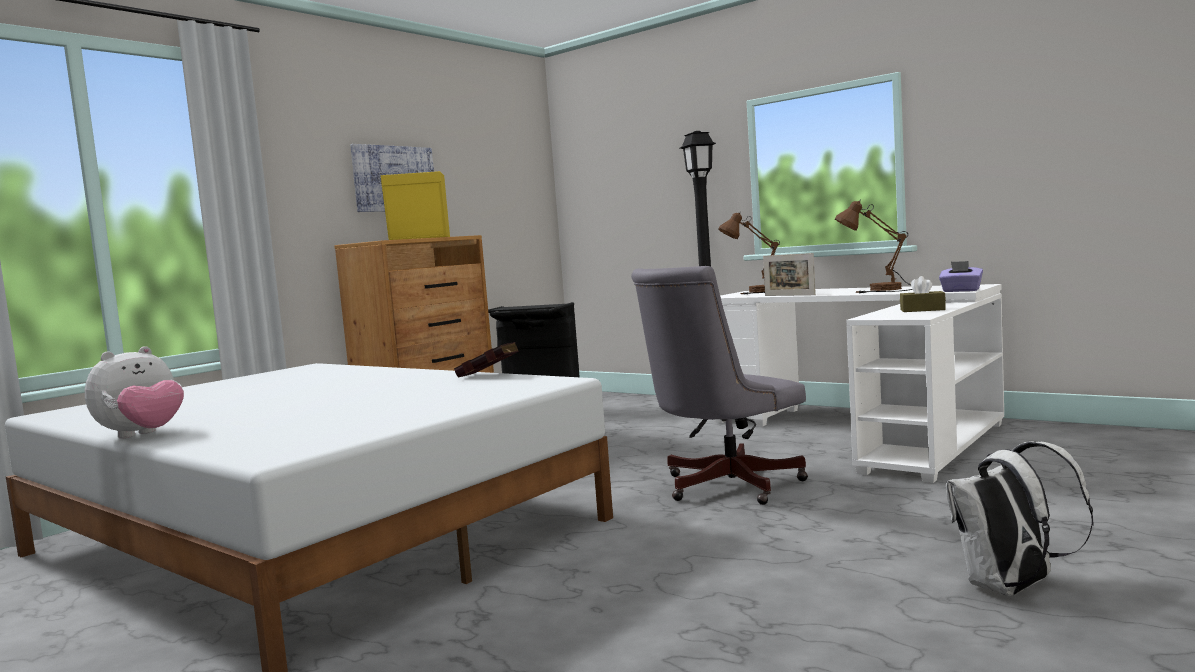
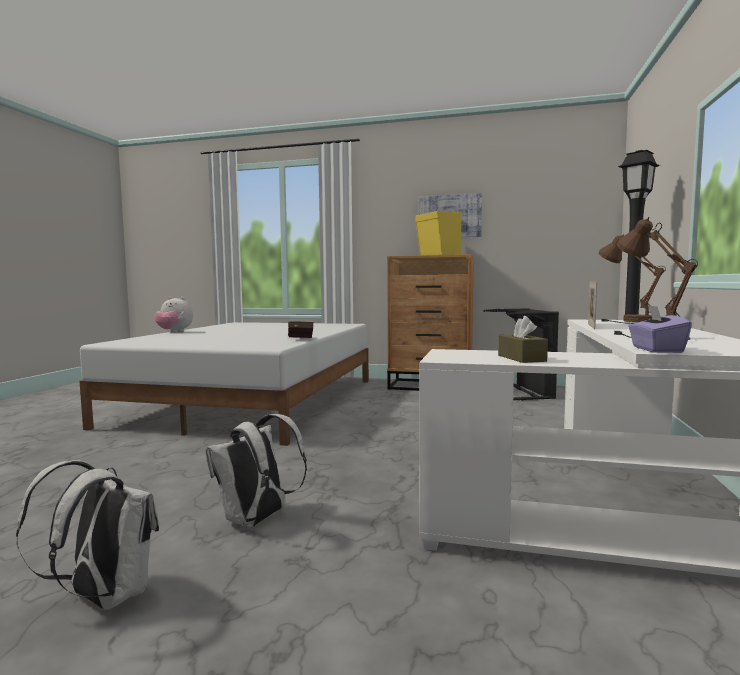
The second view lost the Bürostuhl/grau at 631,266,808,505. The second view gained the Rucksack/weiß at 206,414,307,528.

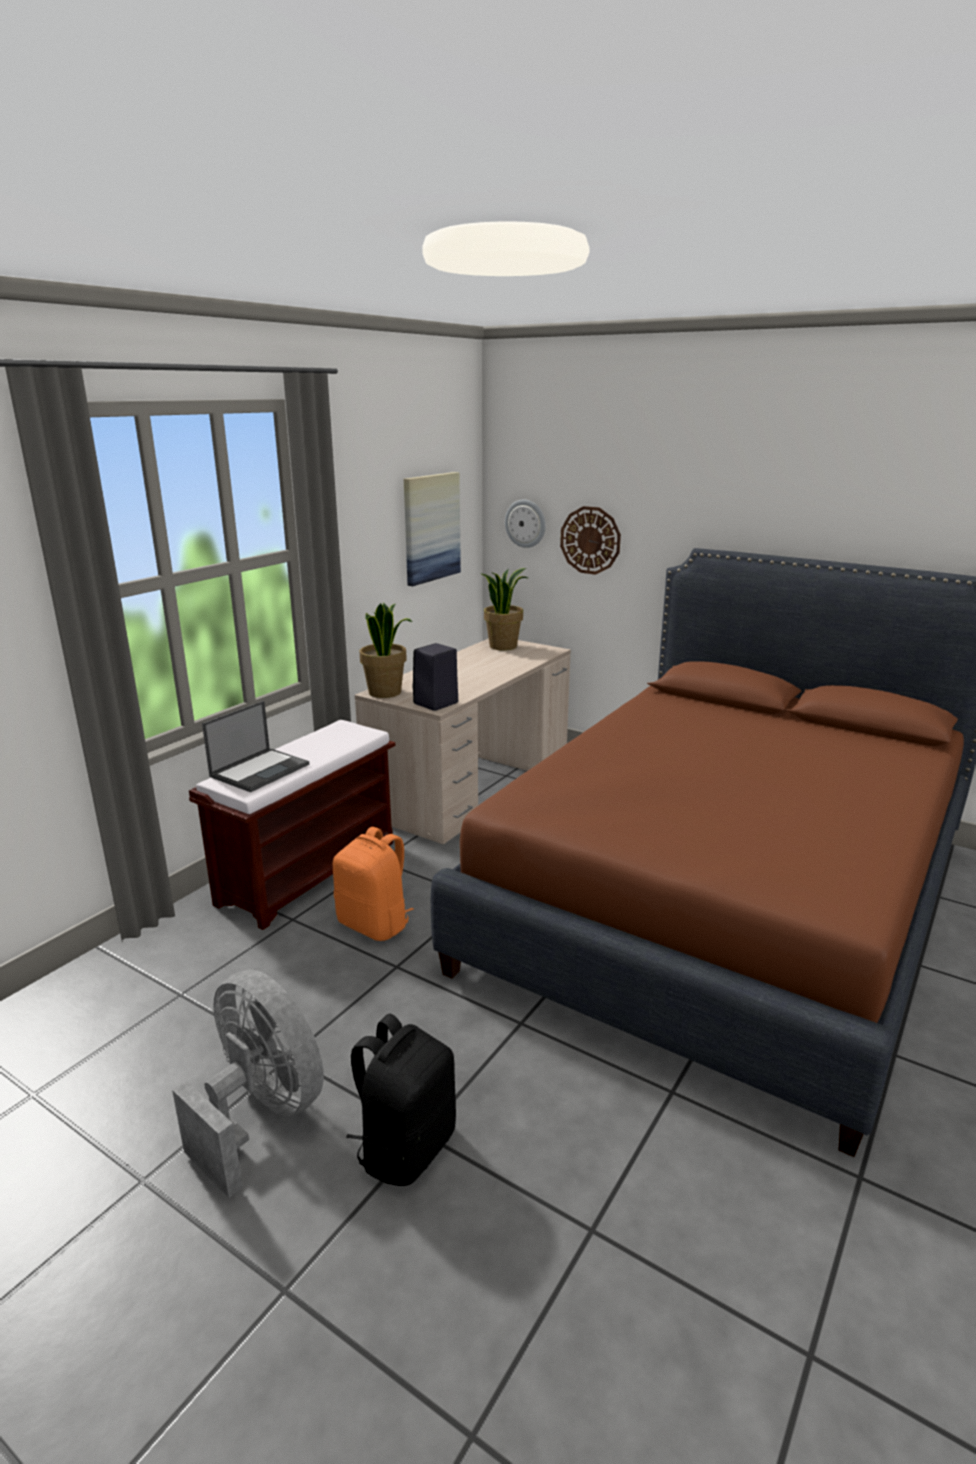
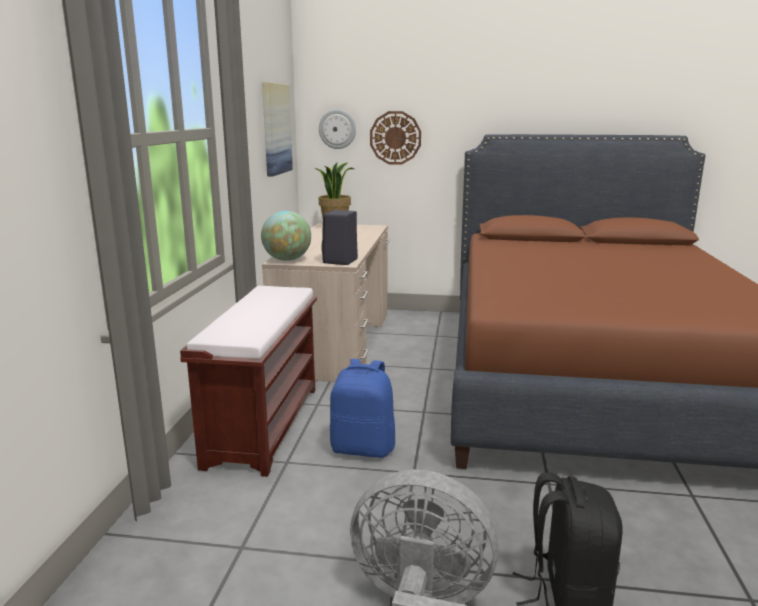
The second view lost the Laptop at 202,701,309,792. Where the Topfpflanze stood at 360,603,412,698, the Globus came to stand at 261,211,311,261. What was the Rucksack/orange at 333,827,414,941 turned into the Rucksack/blau at 330,359,395,458.

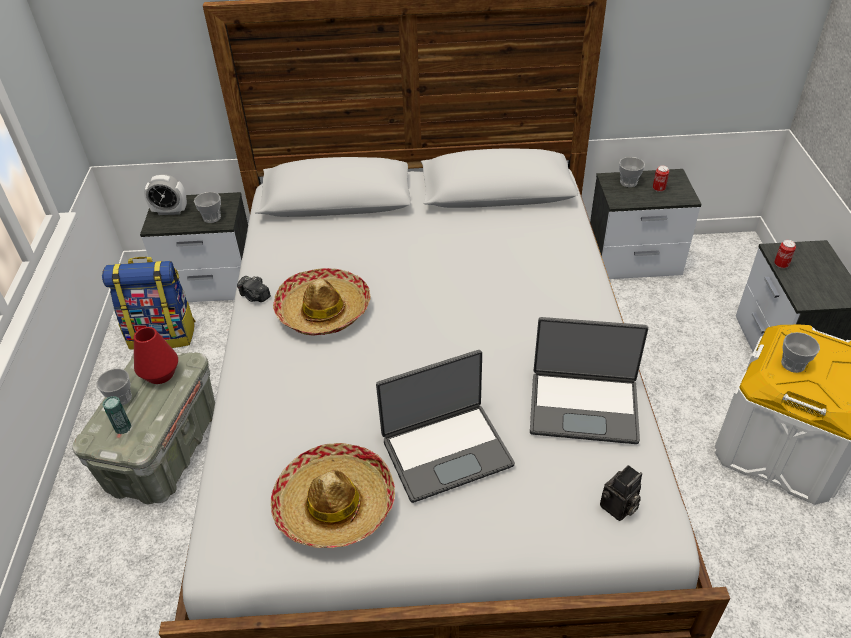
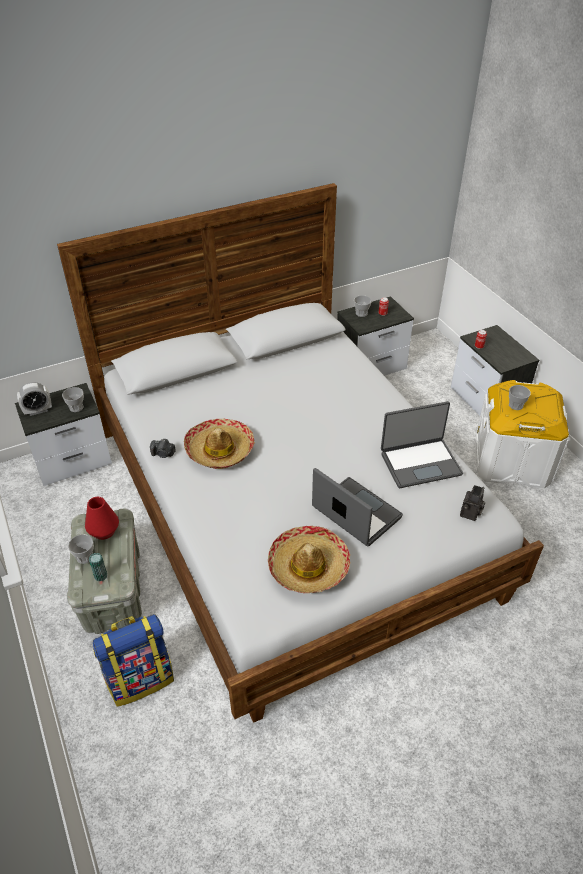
The Rucksack ended up elsewhere, having gone from 102,257,195,350 to 93,614,174,707. The Laptop at 376,350,515,503 ended up facing another way, 90 degrees counterclockwise from before.

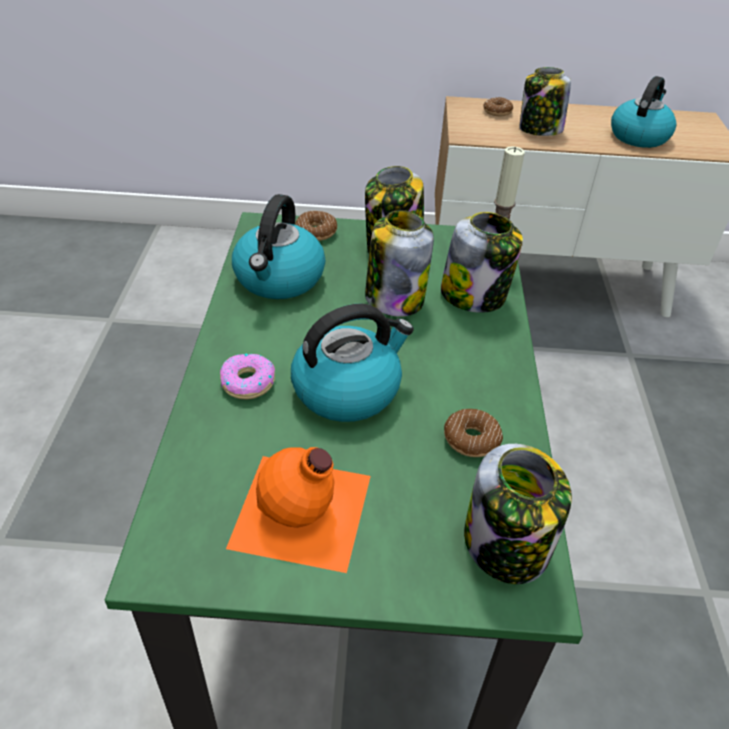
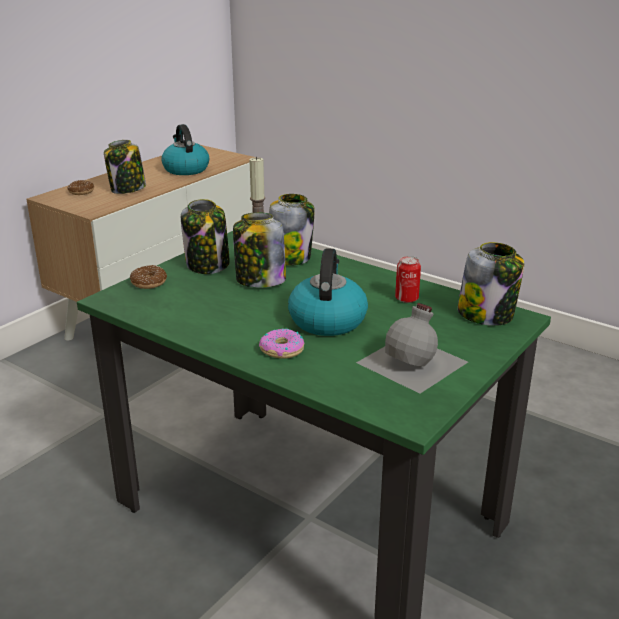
The second view lost the Wasserkessel at 232,194,325,299. Where the Donut stood at 444,409,503,457, the Dose came to stand at 395,256,421,303. What was the Flasche/orange at 226,447,371,573 turned into the Flasche/grau at 356,303,468,394.

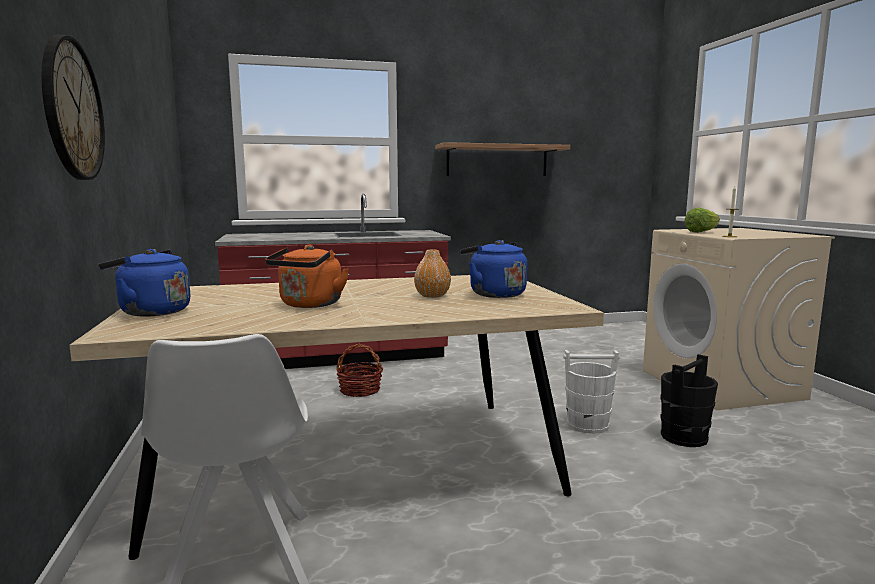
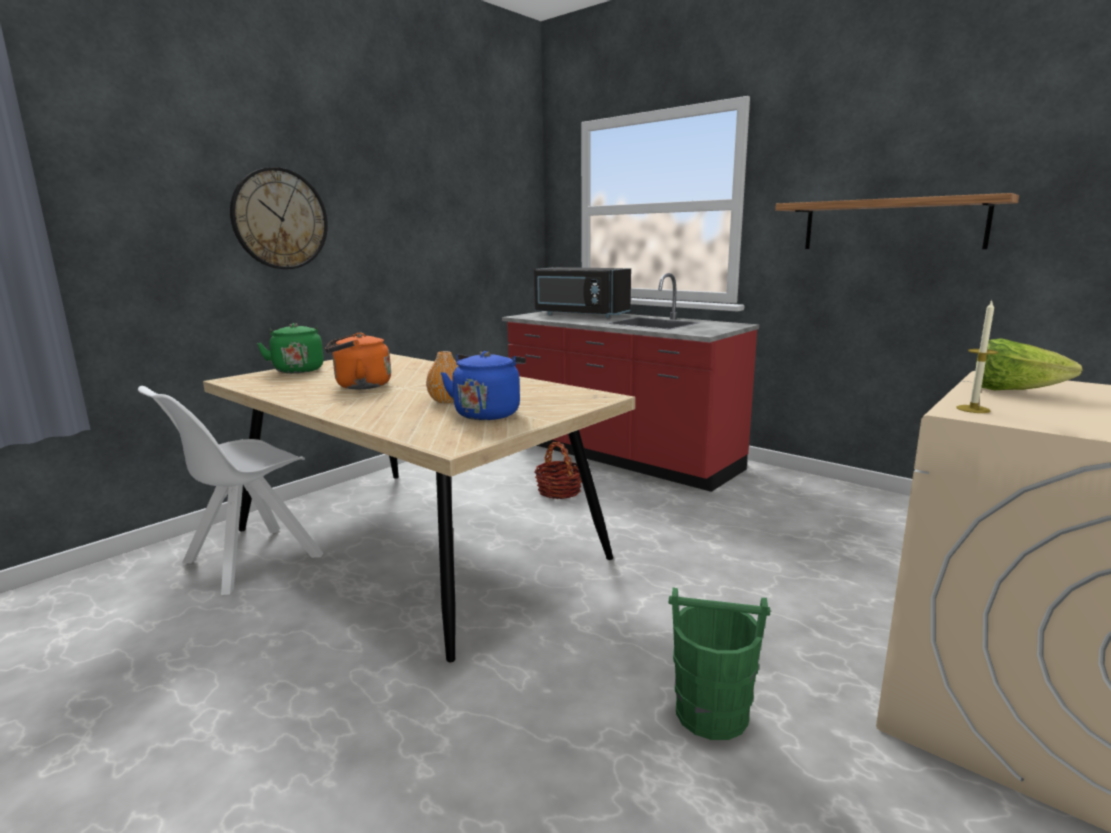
The second view lost the Eimer/weiß at 563,350,620,434. The second view gained the Mikrowelle/schwarz at 534,267,631,318. What was the Wasserkessel/blau at 98,249,191,317 turned into the Wasserkessel/grün at 257,323,324,373. What was the Eimer/schwarz at 660,354,718,447 turned into the Eimer/grün at 669,587,770,740.

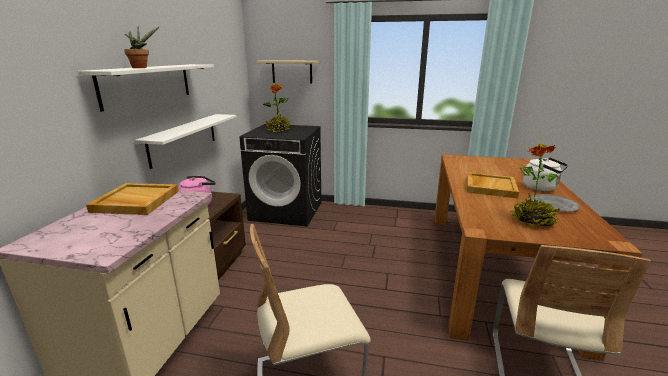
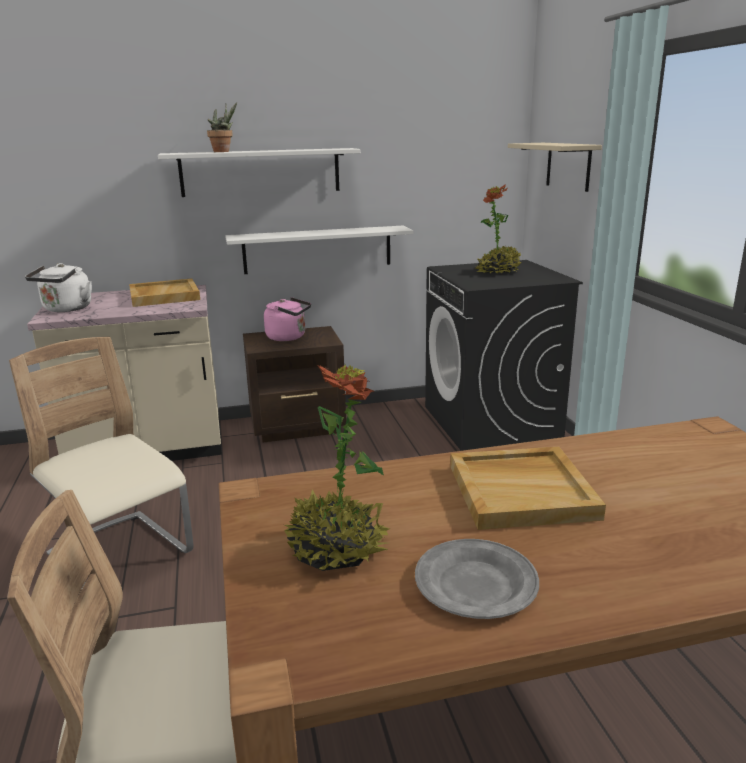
The Wasserkessel/weiß ended up elsewhere, having gone from 523,157,568,191 to 25,263,92,312.

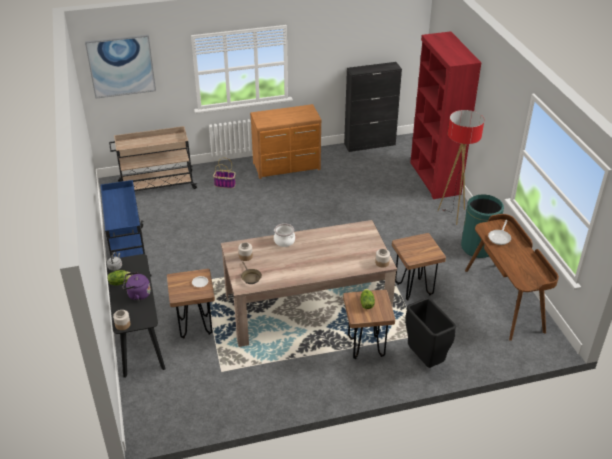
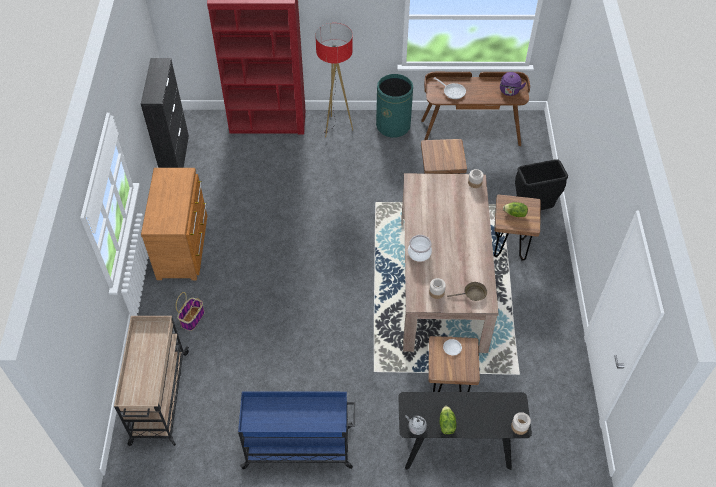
The second view lost the Bild at 85,35,156,99. The Wasserkessel/lila ended up elsewhere, having gone from 123,272,151,301 to 500,72,526,96.

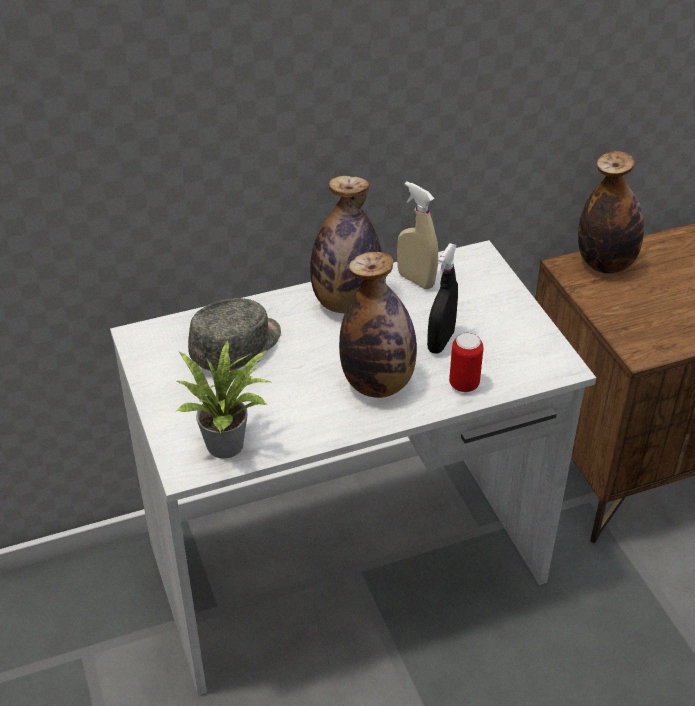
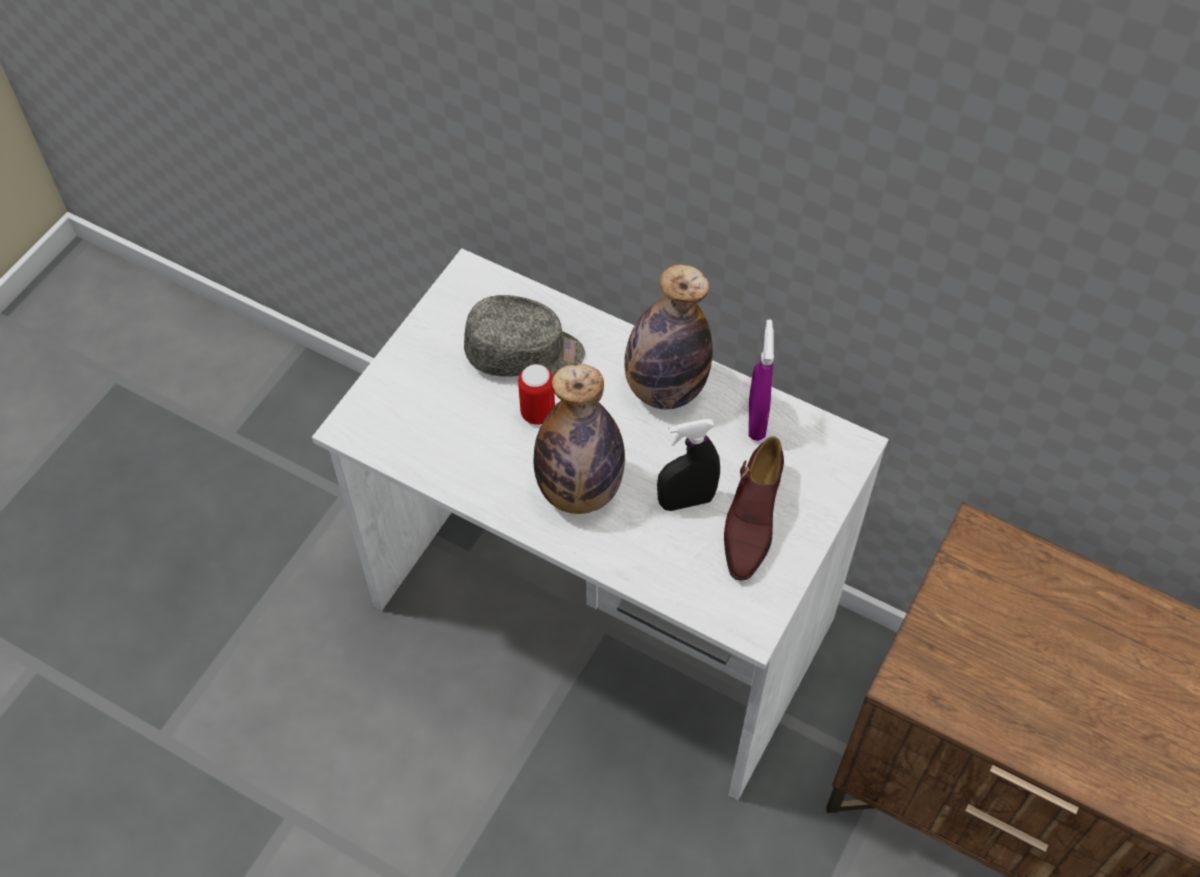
The second view lost the Topfpflanze at 176,339,270,459. The second view lost the Flasche at 578,151,644,273. The second view gained the Schuh/braun at 724,436,784,580. The Dose ended up elsewhere, having gone from 449,333,483,392 to 518,364,555,425. What was the Sprühflasche/beige at 397,181,438,289 turned into the Sprühflasche/lila at 749,320,774,441.

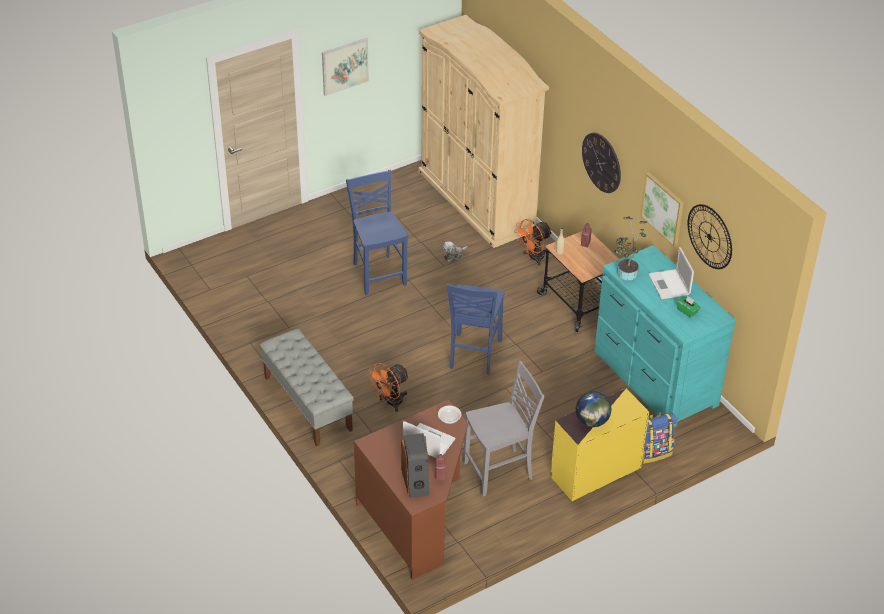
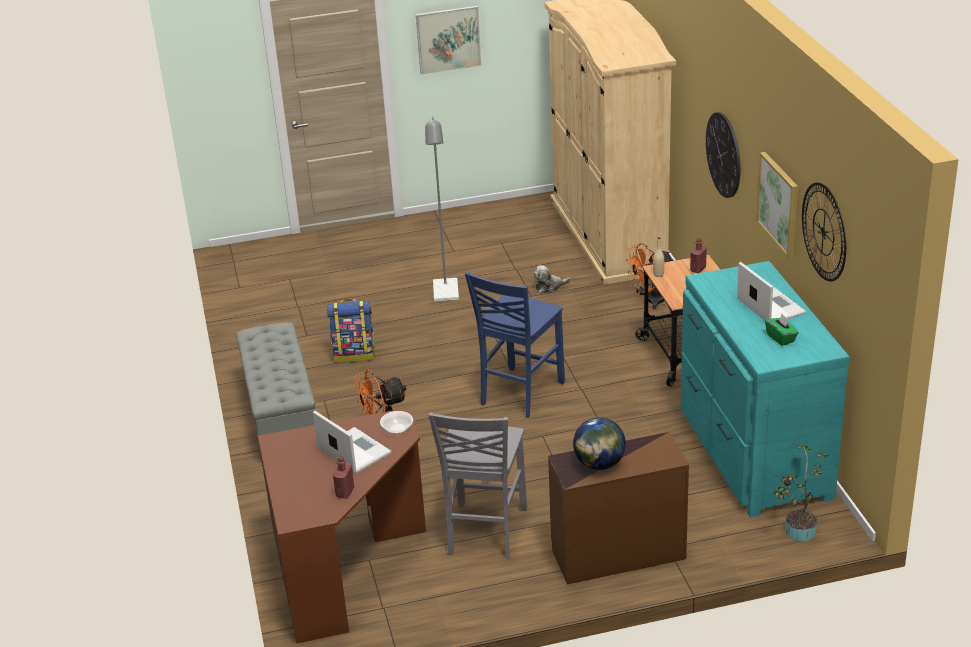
The second view lost the Lautsprecher at 401,433,429,498. The Topfpflanze ended up elsewhere, having gone from 614,217,648,281 to 774,445,829,541. The Rucksack ended up elsewhere, having gone from 642,413,677,464 to 327,299,375,363. Where the Stuhl/blau stood at 346,170,408,295, the Stehlampe/grau came to stand at 425,117,459,301. What was the Kommode/gelb at 551,389,649,501 turned into the Kommode/braun at 548,432,689,584. The Stuhl/grau at 463,361,544,497 ended up facing another way, 105 degrees clockwise from before. The Laptop at 648,247,694,299 ended up facing another way, 150 degrees clockwise from before.

